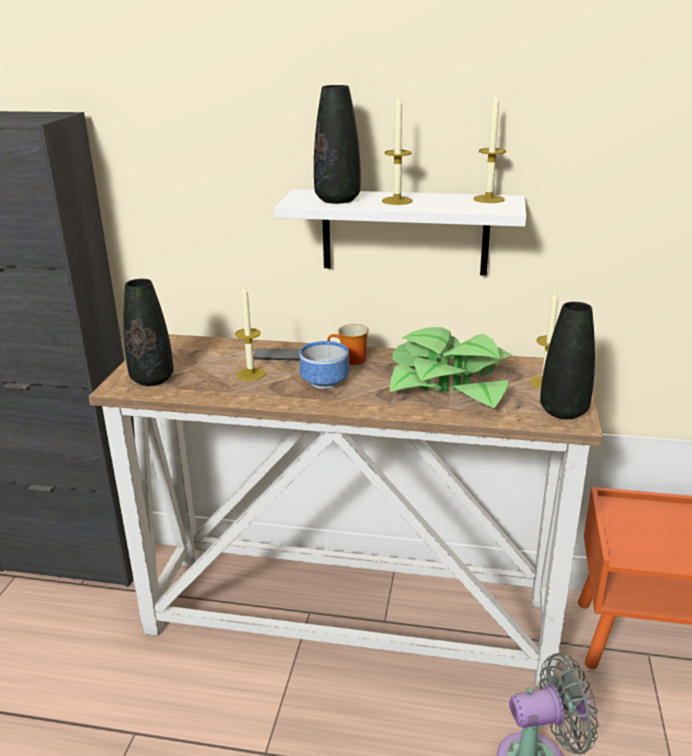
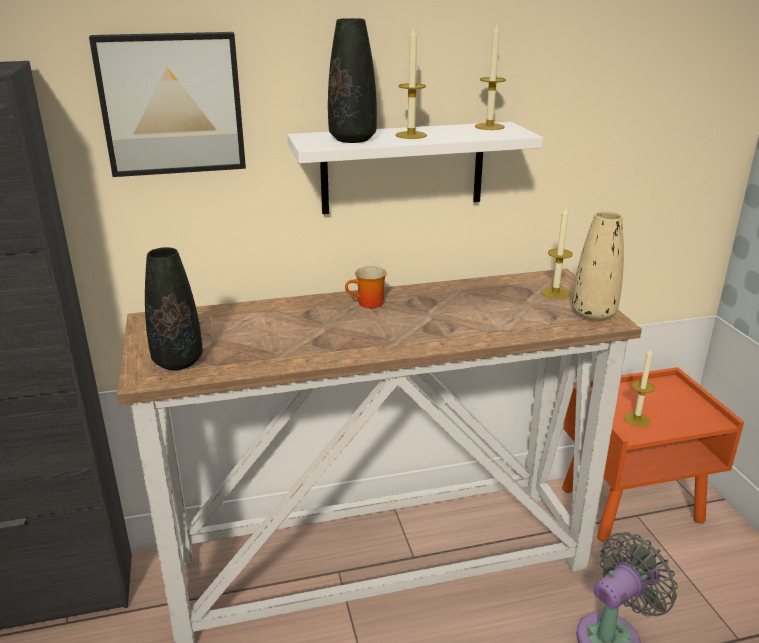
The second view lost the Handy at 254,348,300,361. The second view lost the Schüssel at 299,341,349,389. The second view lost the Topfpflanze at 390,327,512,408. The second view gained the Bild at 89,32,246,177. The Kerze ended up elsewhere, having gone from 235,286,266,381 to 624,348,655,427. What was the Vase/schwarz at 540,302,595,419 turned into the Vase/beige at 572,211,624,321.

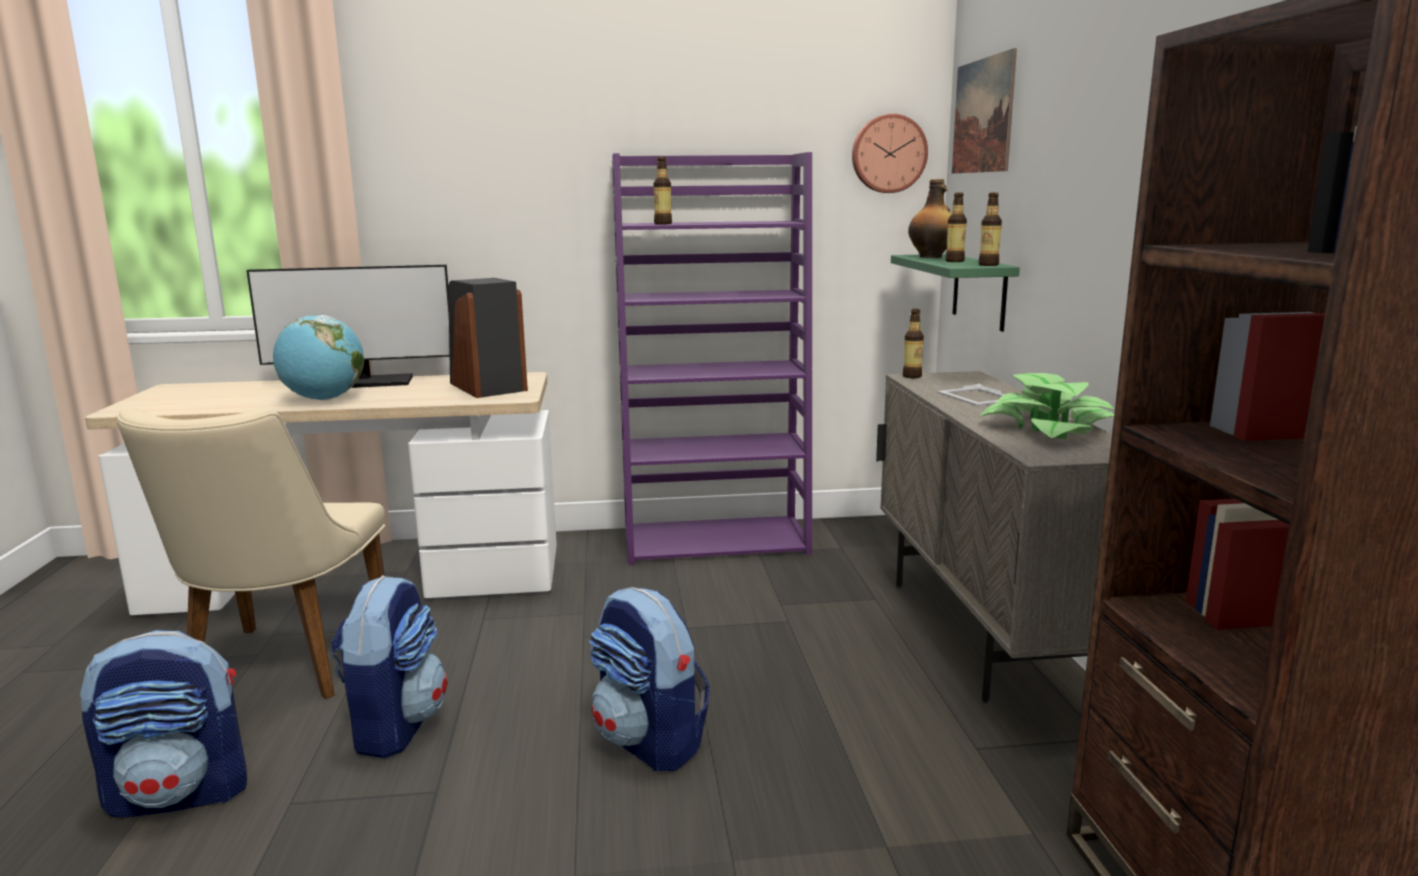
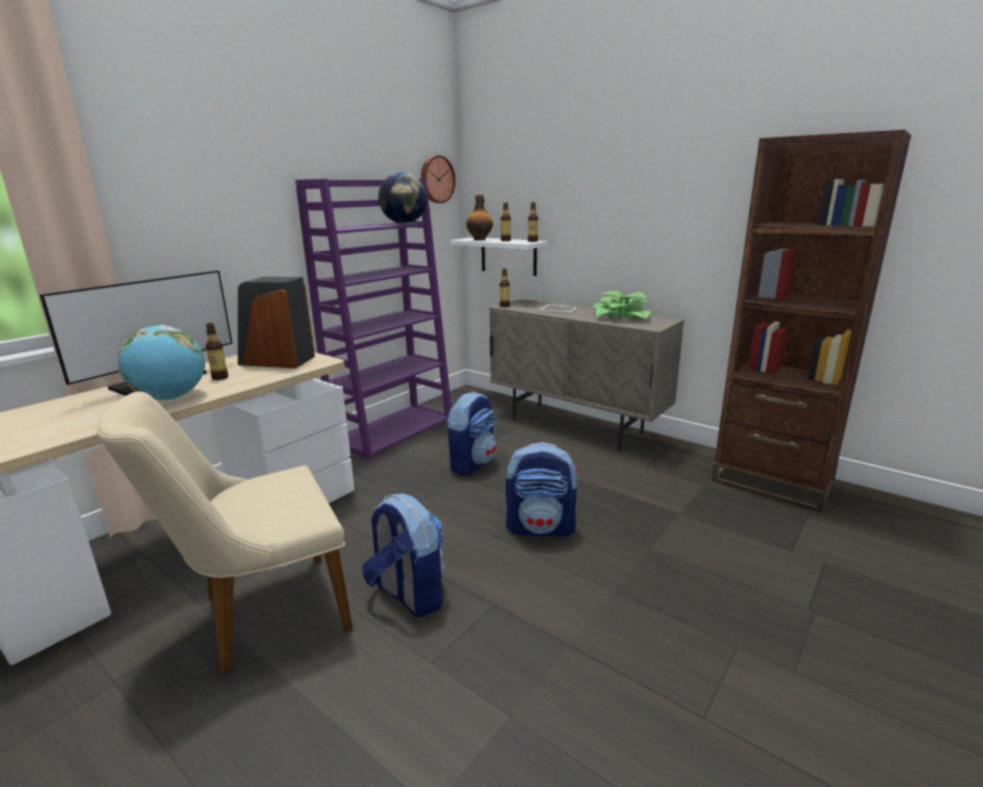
The second view lost the Bild at 952,48,1017,173. The second view gained the Globus at 378,172,427,224. The Rucksack ended up elsewhere, having gone from 80,630,247,818 to 445,391,497,476. The Flasche ended up elsewhere, having gone from 653,157,672,224 to 206,323,228,380. What was the Wandregal/grün at 891,254,1020,331 turned into the Wandregal/weiß at 450,237,548,276. The Stuhl/beige at 116,408,385,699 ended up facing another way, 105 degrees clockwise from before.

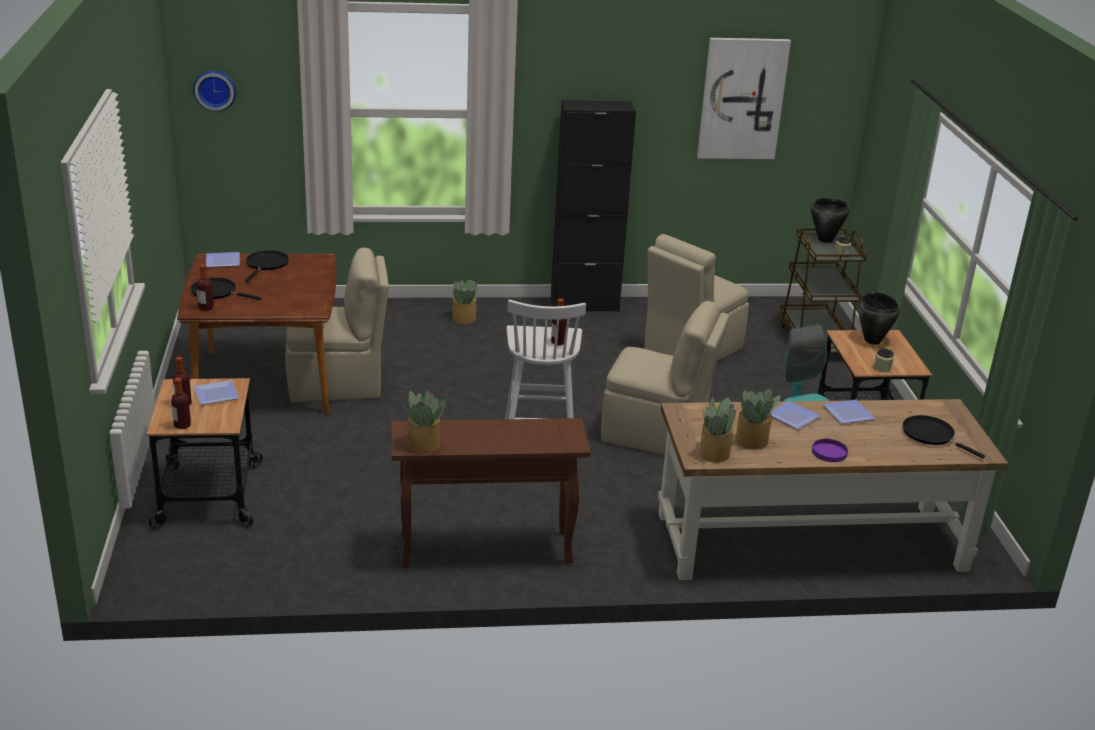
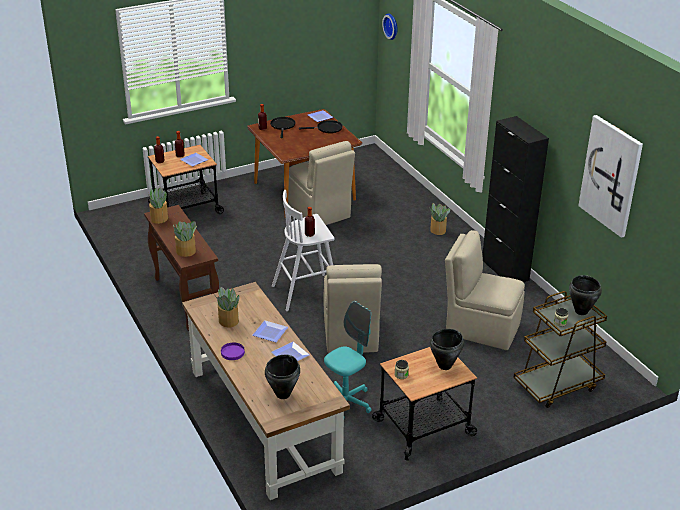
The Topfpflanze ended up elsewhere, having gone from 699,397,736,463 to 173,221,197,257. Where the Pfanne/schwarz stood at 903,415,985,459, the Kochtopf/schwarz came to stand at 265,355,300,399.

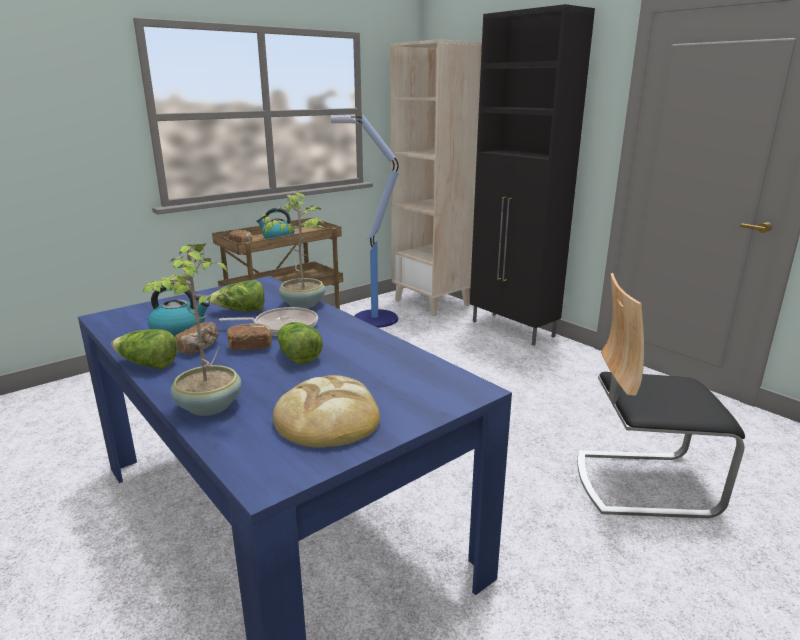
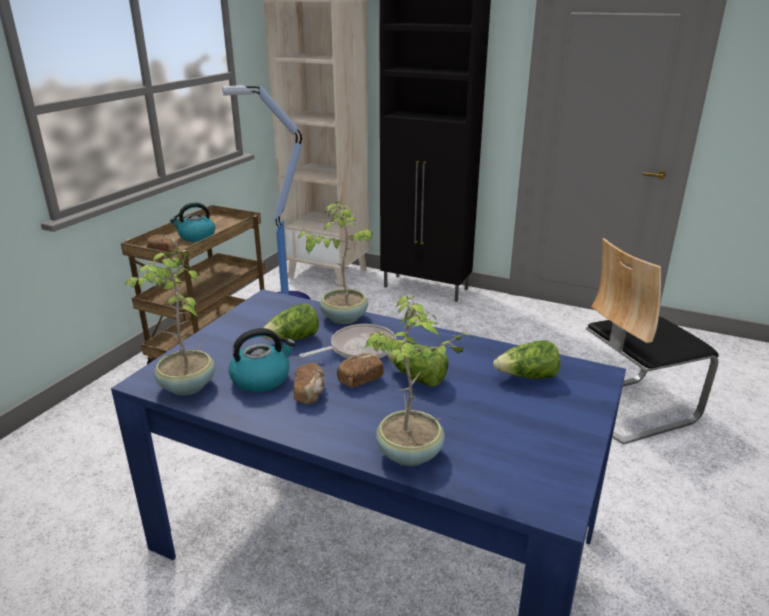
The second view lost the Brot at 273,375,380,447. The second view gained the Topfpflanze at 124,248,215,395. The Salatkopf ended up elsewhere, having gone from 111,329,178,369 to 493,340,560,379.

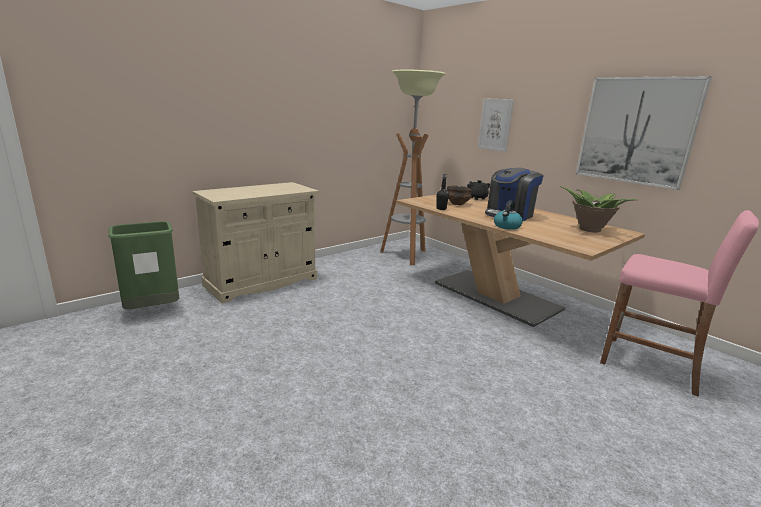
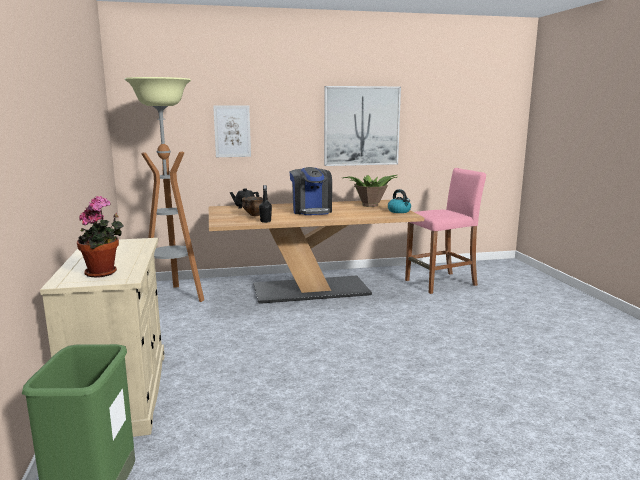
The second view gained the Topfpflanze at 77,196,124,278. The Wasserkessel ended up elsewhere, having gone from 494,200,523,230 to 388,189,411,213.

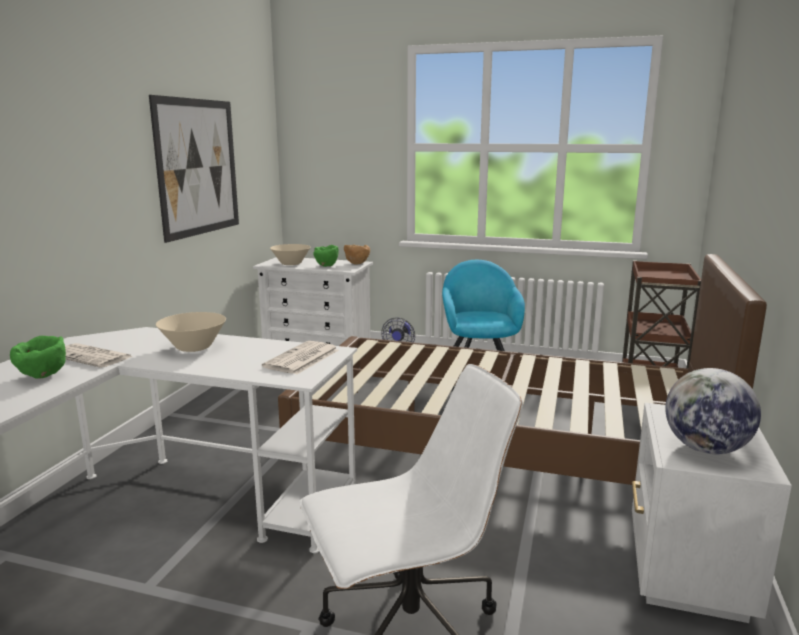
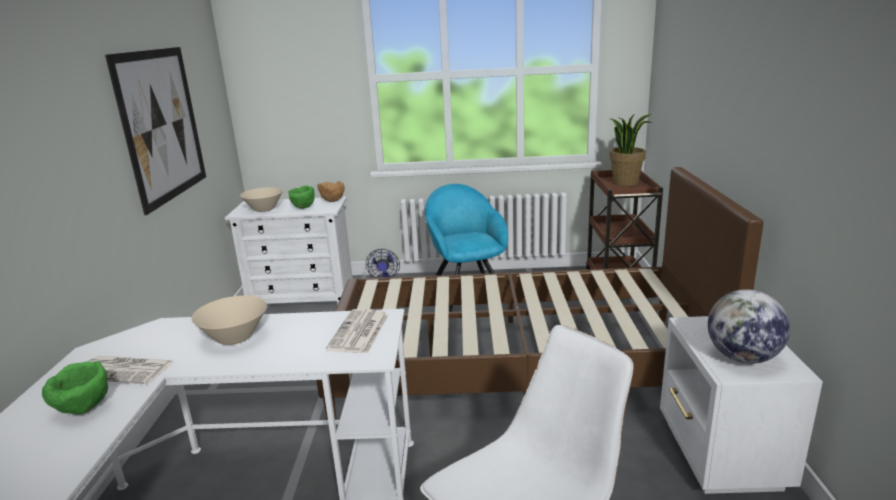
The second view gained the Topfpflanze at 609,114,652,186.

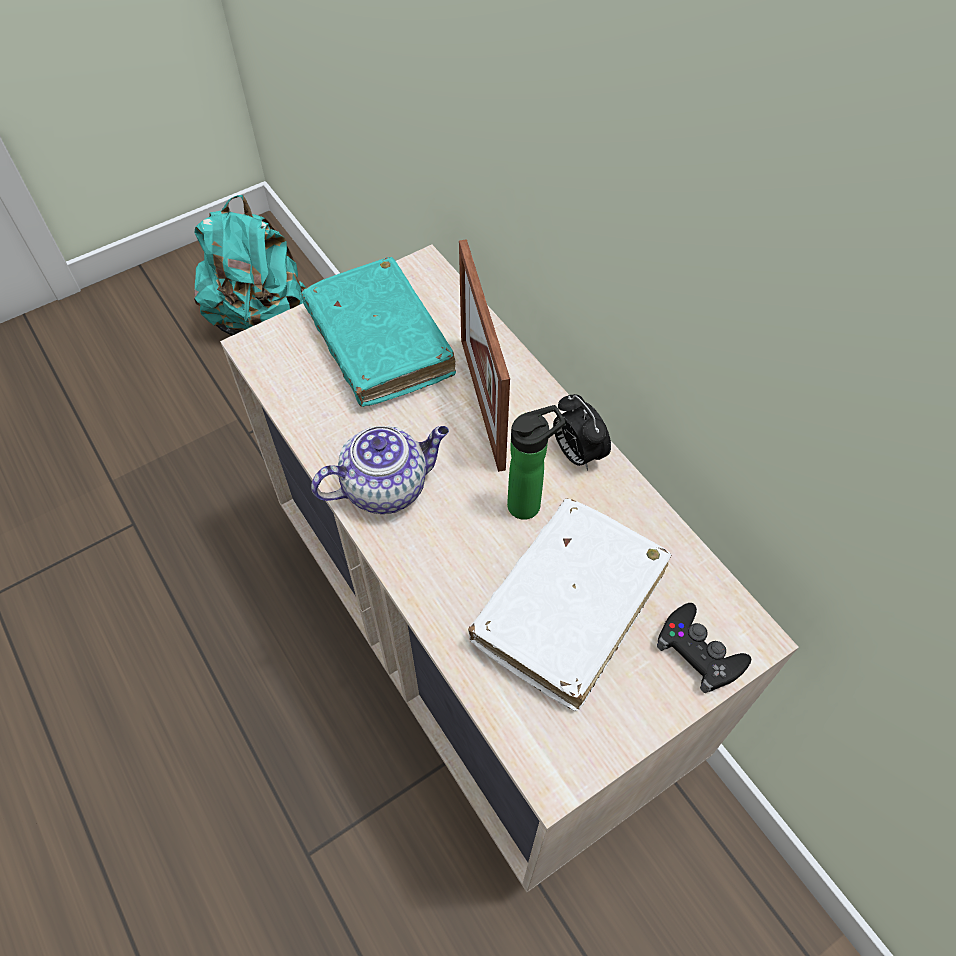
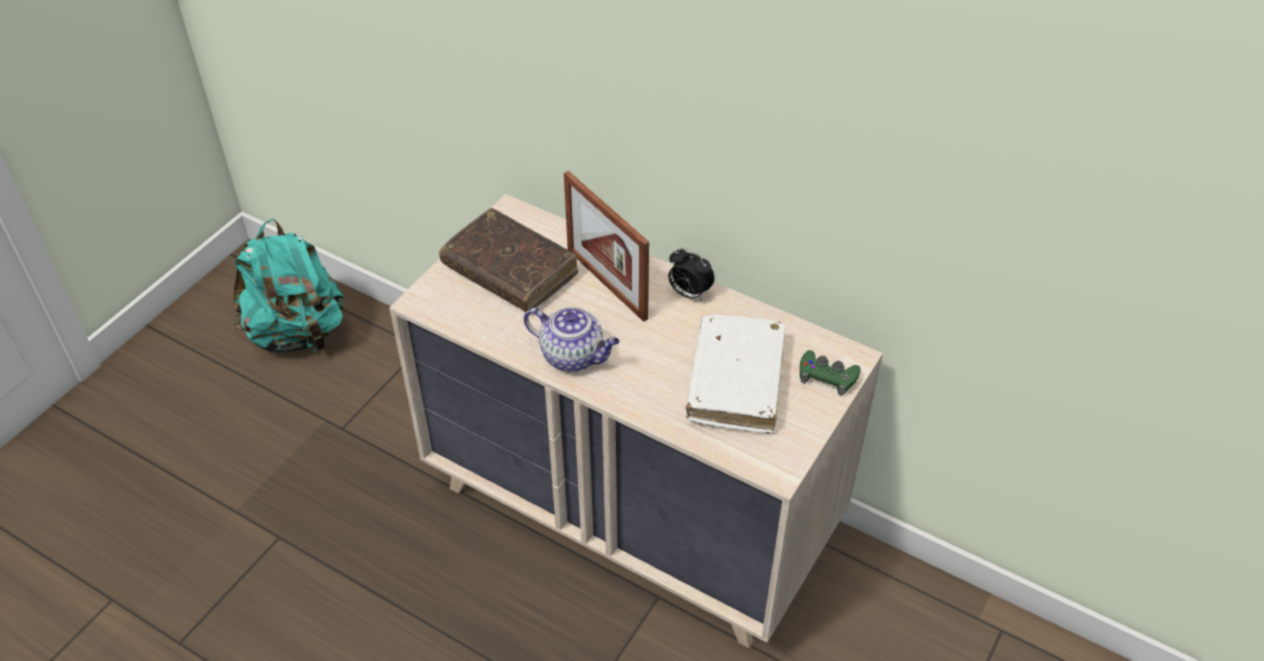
The second view lost the Flasche at 507,405,565,520. What was the Buch/türkis at 301,257,456,407 turned into the Buch/braun at 439,208,579,312. What was the Gamepad/schwarz at 657,603,751,693 turned into the Gamepad/grün at 800,350,860,396. The Teekanne at 311,426,449,514 ended up facing another way, 75 degrees clockwise from before.

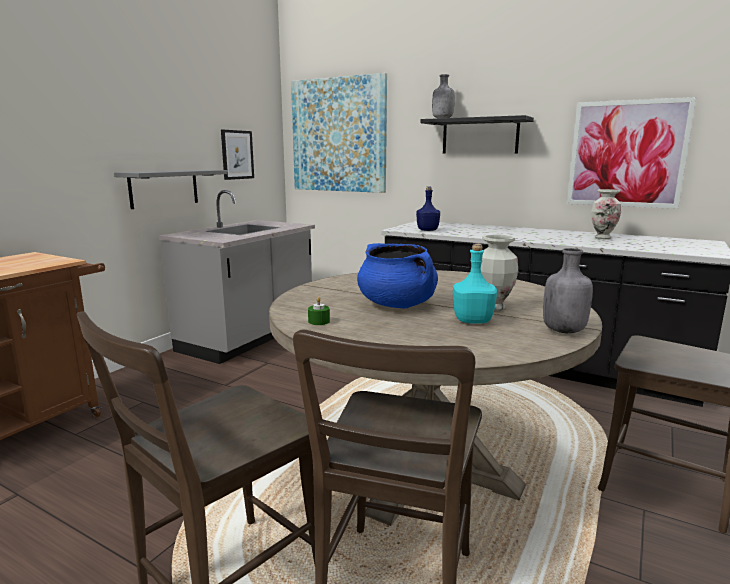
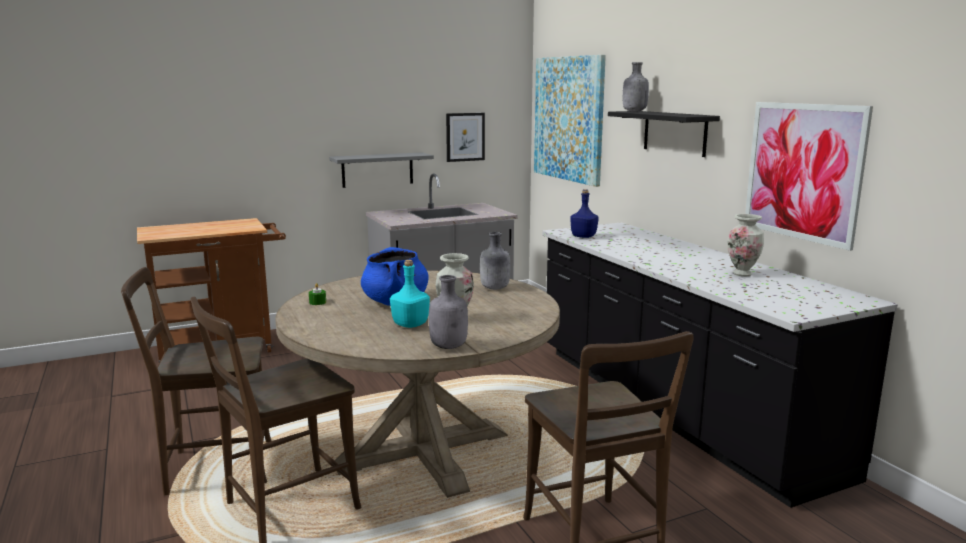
The second view gained the Flasche/grau at 480,232,510,290.

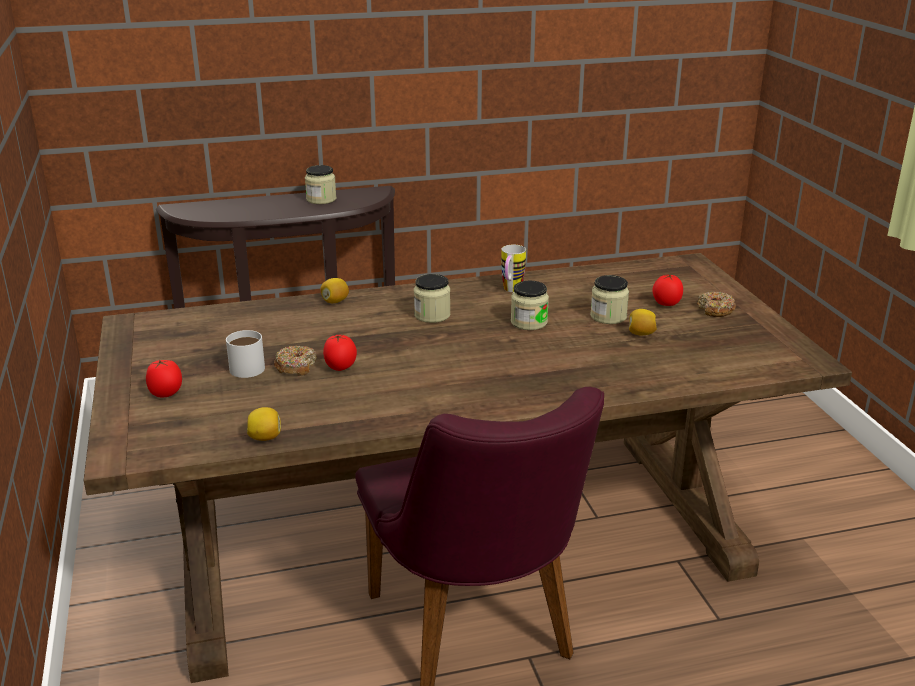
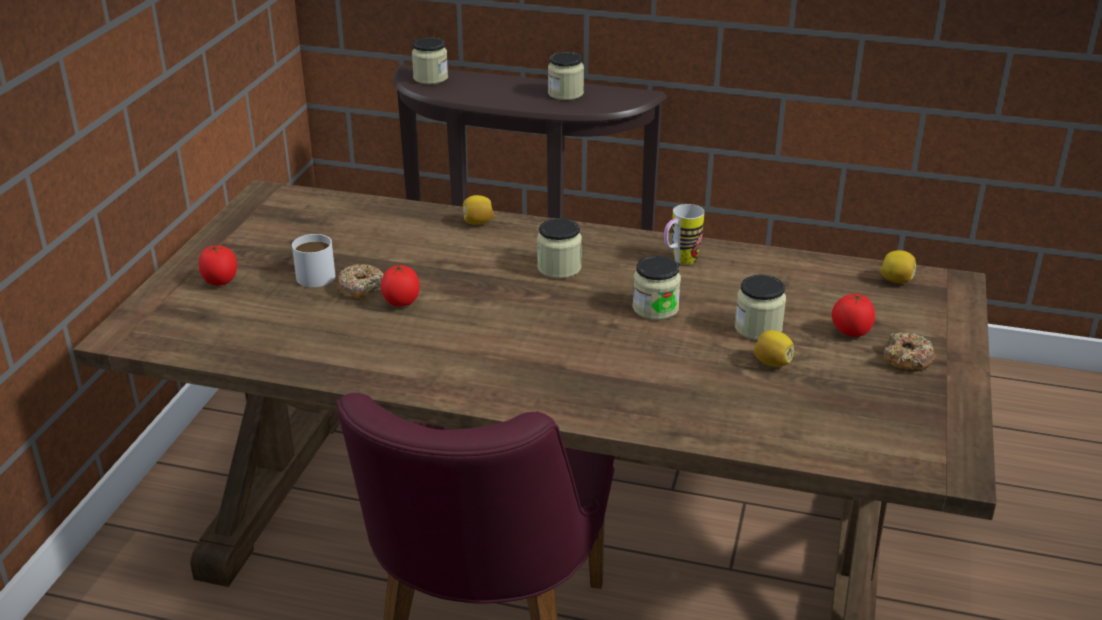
The second view gained the Vorratsglas at 412,37,448,84. The Zitrone ended up elsewhere, having gone from 247,407,281,441 to 880,250,916,283.

